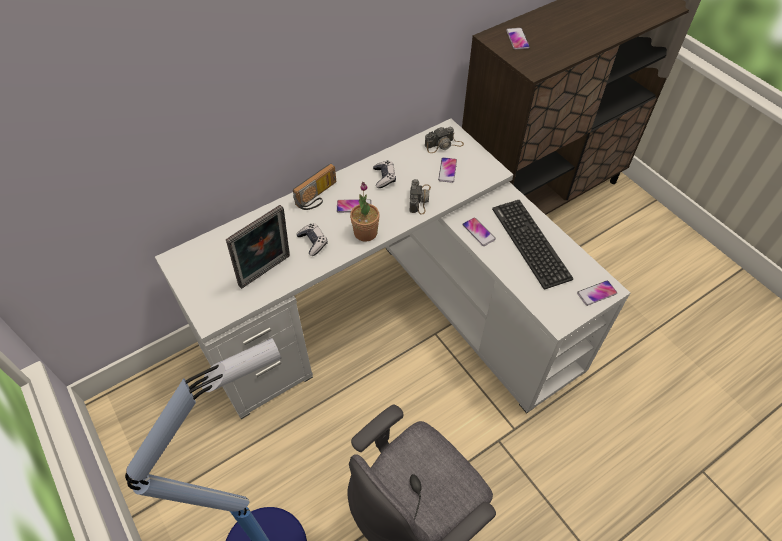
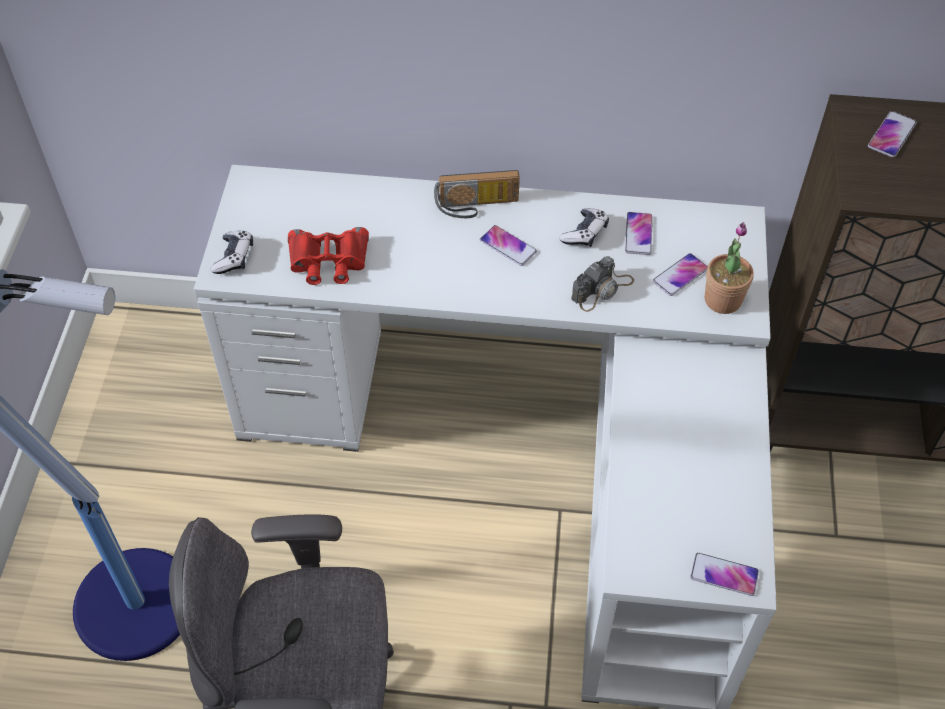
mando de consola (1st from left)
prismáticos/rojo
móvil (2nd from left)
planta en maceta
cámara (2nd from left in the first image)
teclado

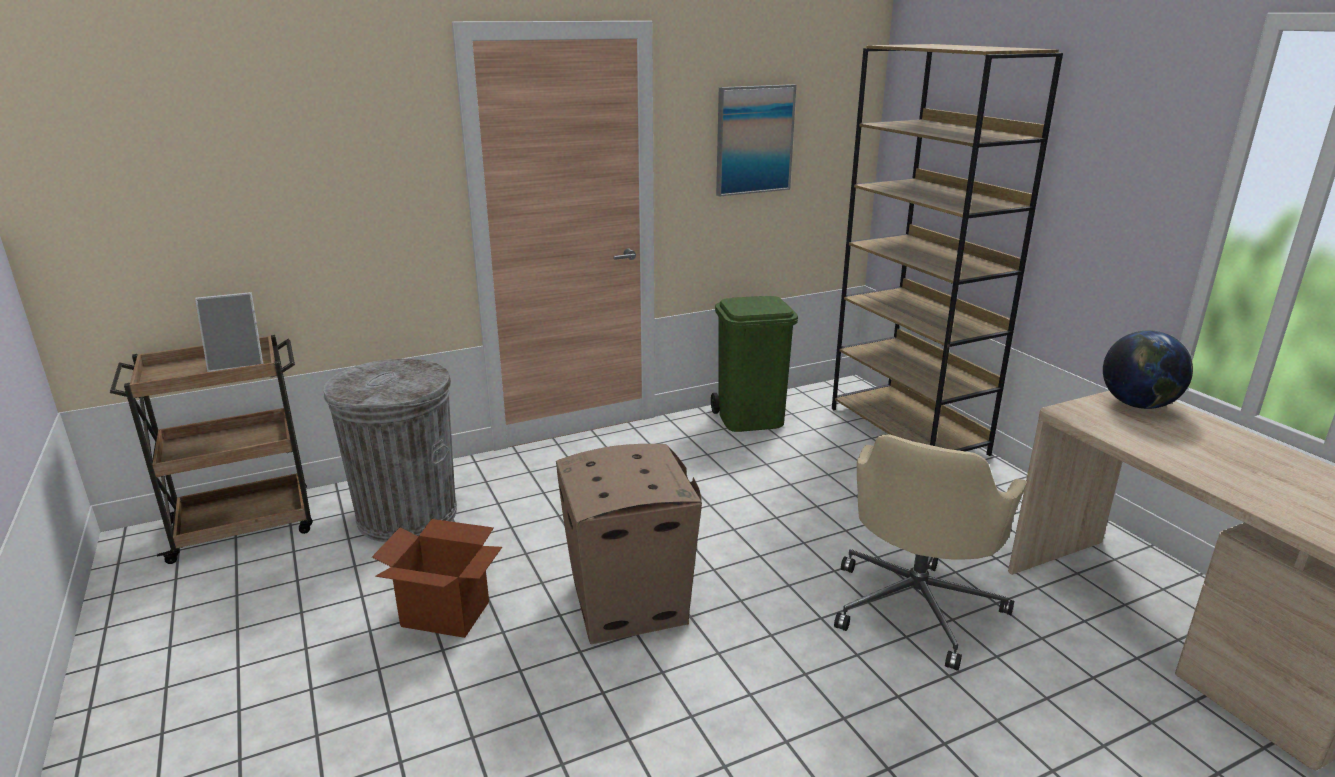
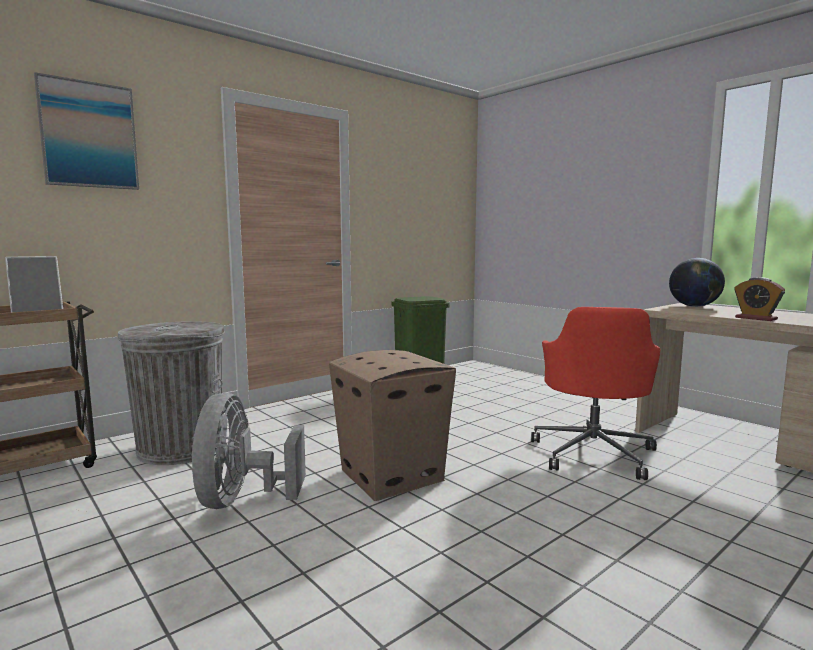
cuadro
ventilador/gris
silla de oficina/rojo
despertador
estantería/marrón

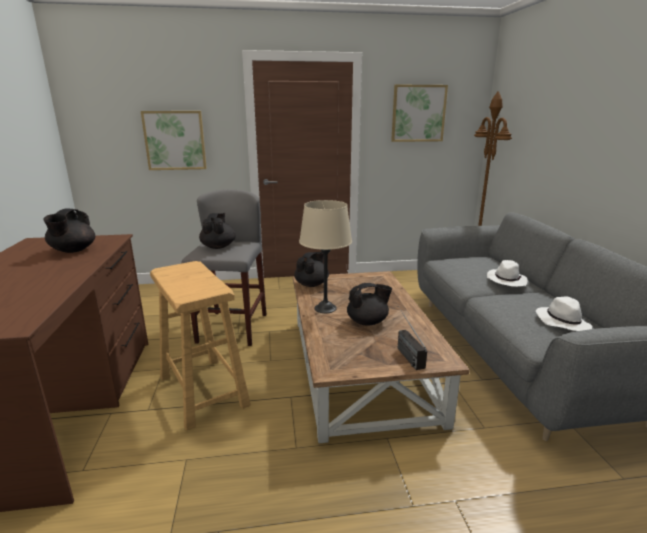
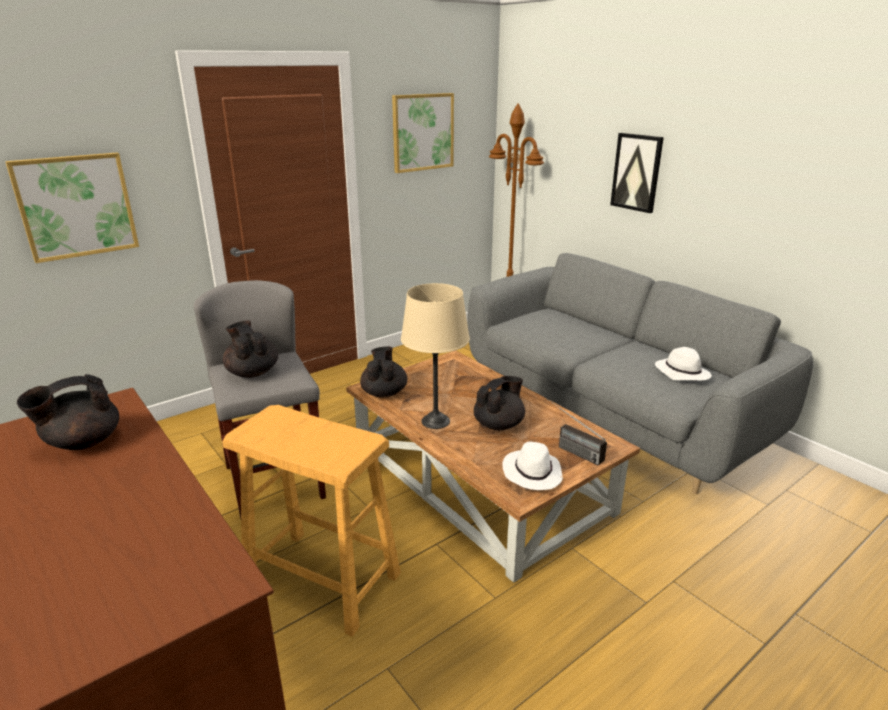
tetera/negro (1st from left)
sombrero/blanco (1st from left)
cuadro (3rd from left)

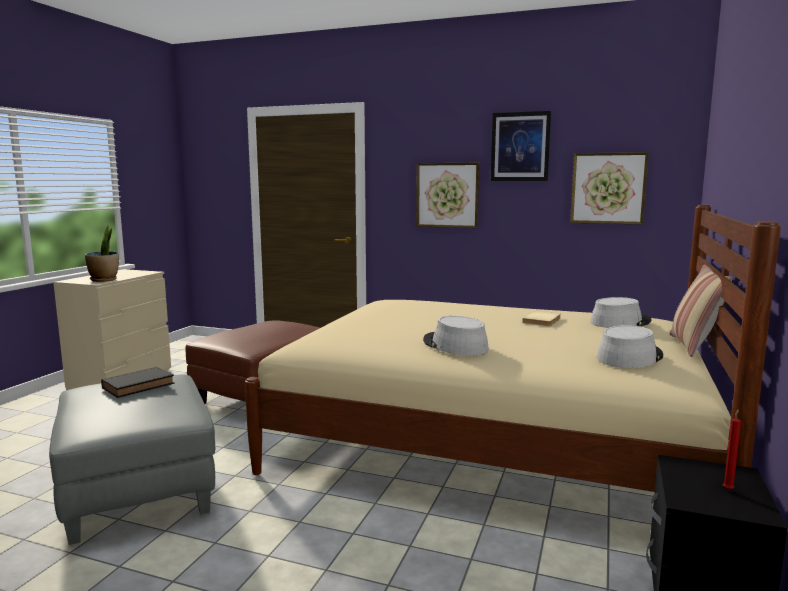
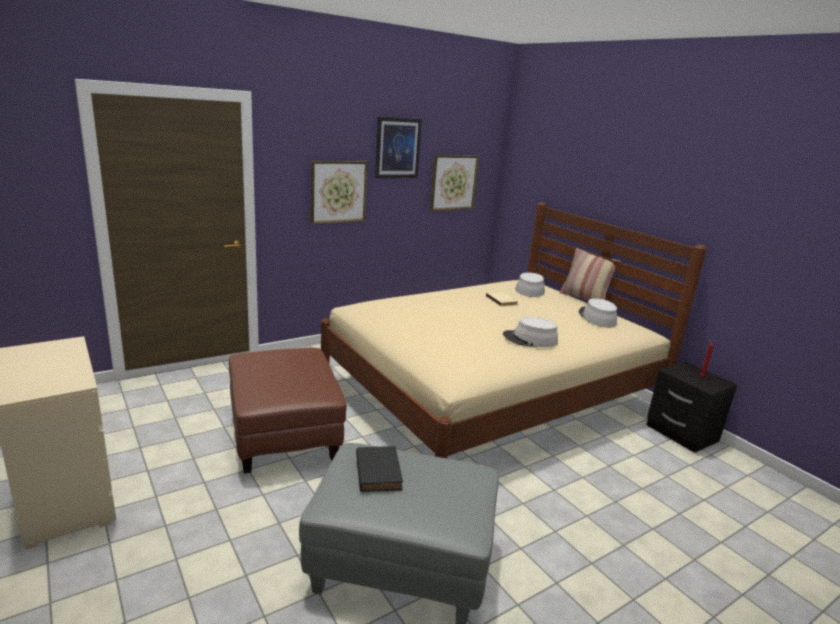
planta en maceta

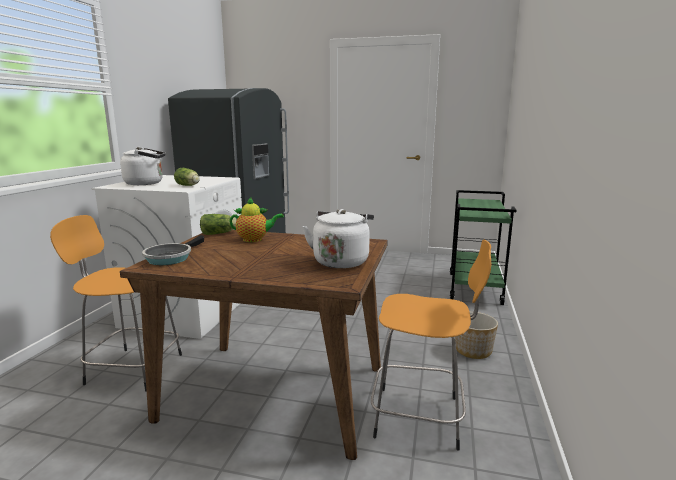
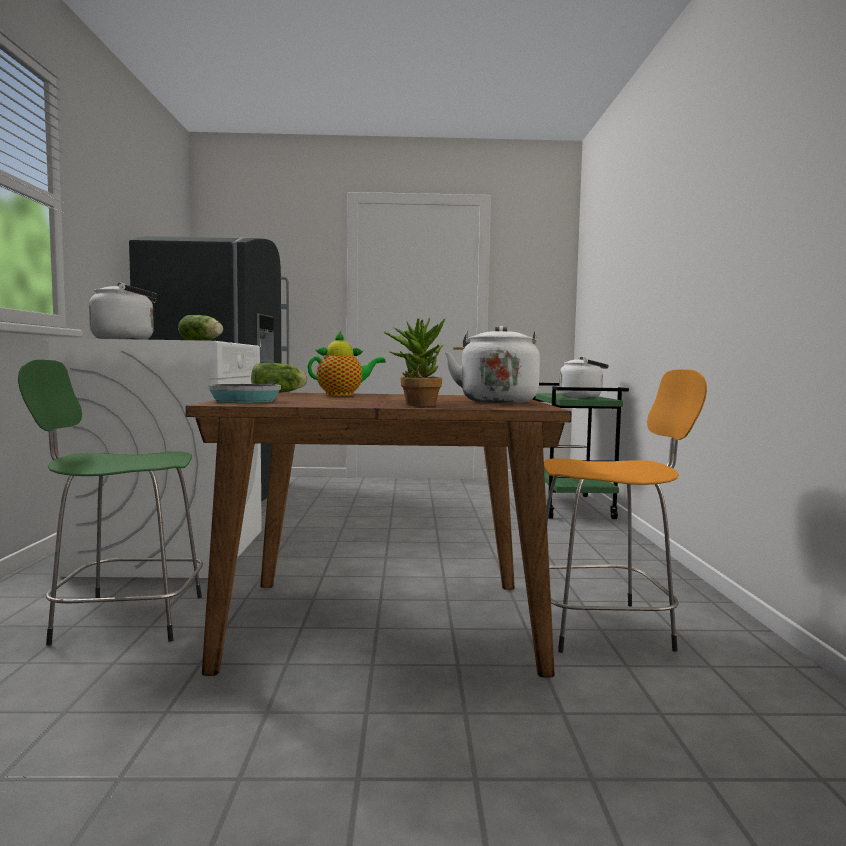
taburete/verde
planta en maceta
hervidor/blanco (3rd from left)
maceta

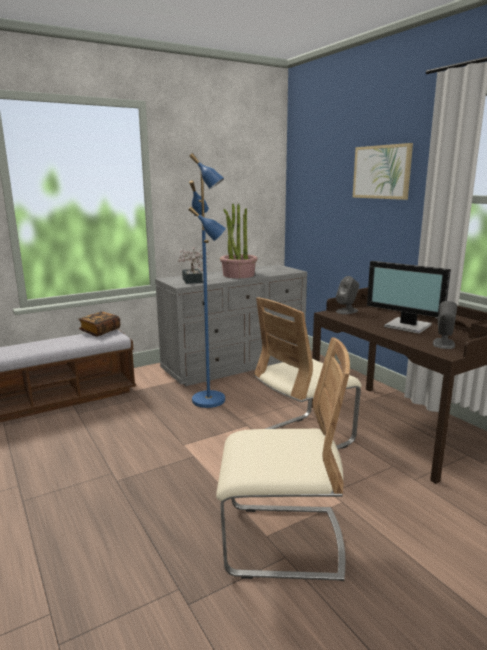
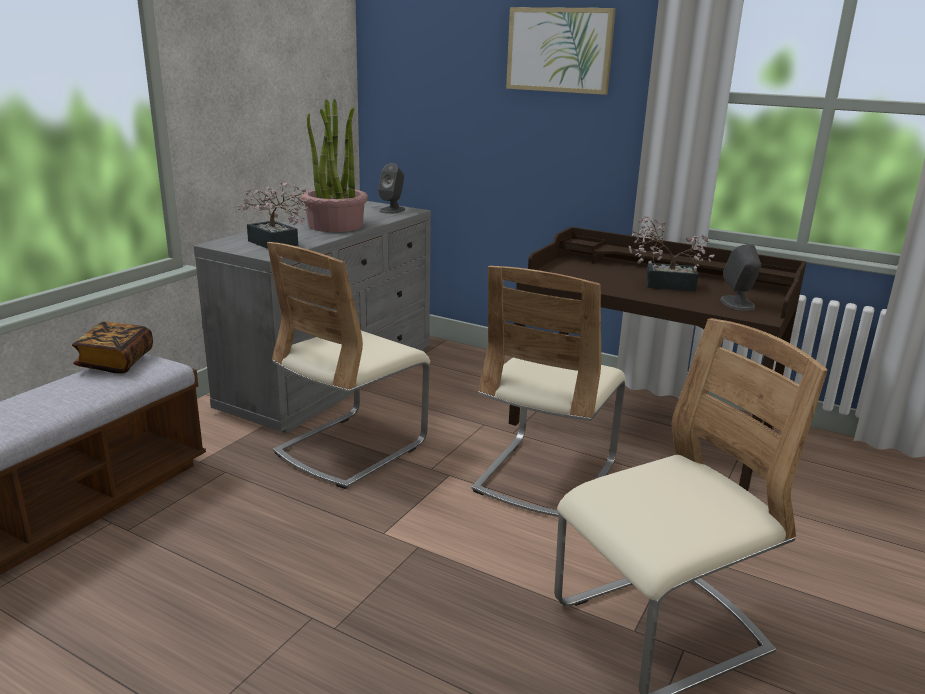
silla/beis (1st from left)
altavoz/gris (1st from left)
planta en maceta (3rd from left)

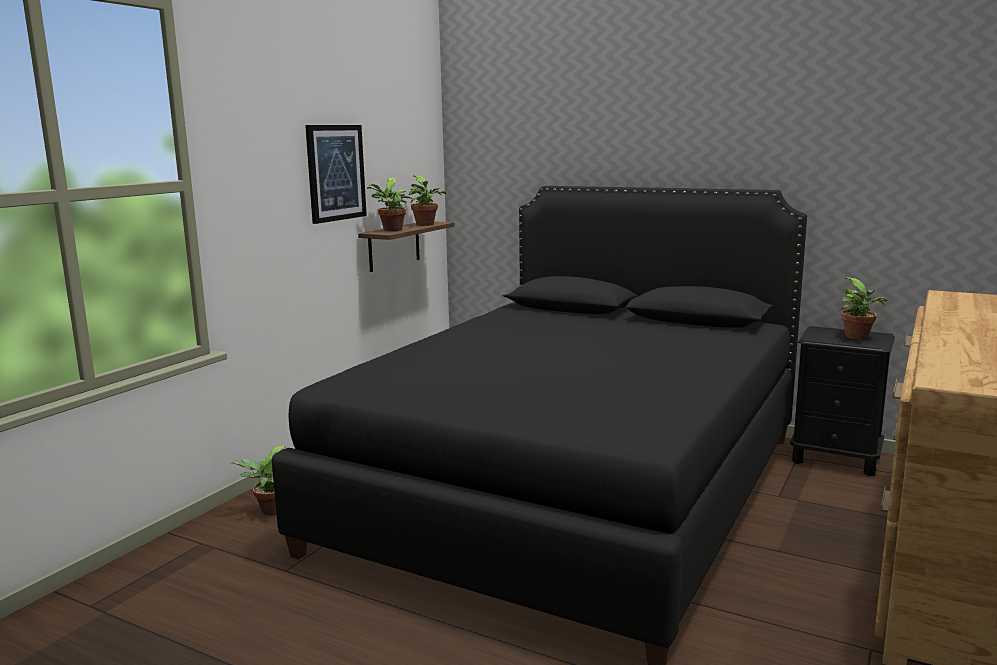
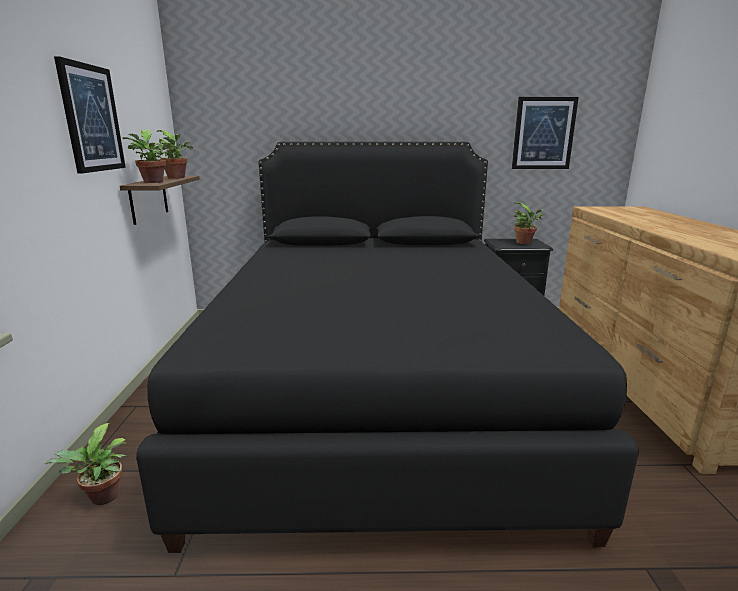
cuadro (2nd from left)

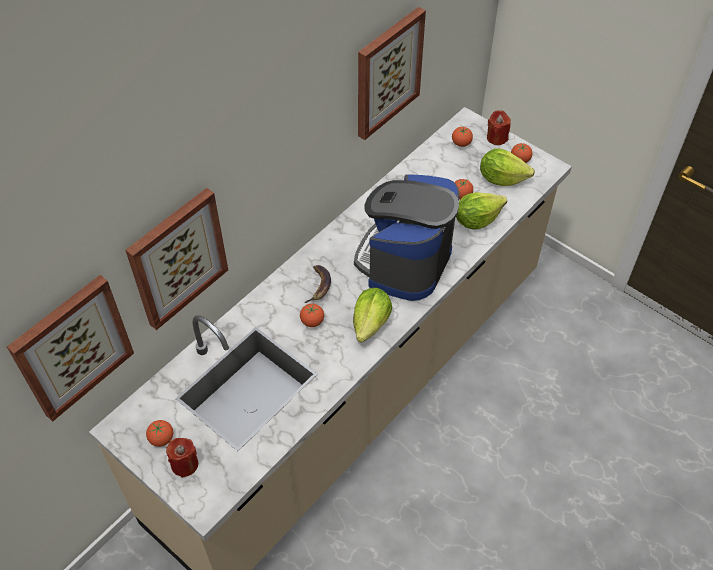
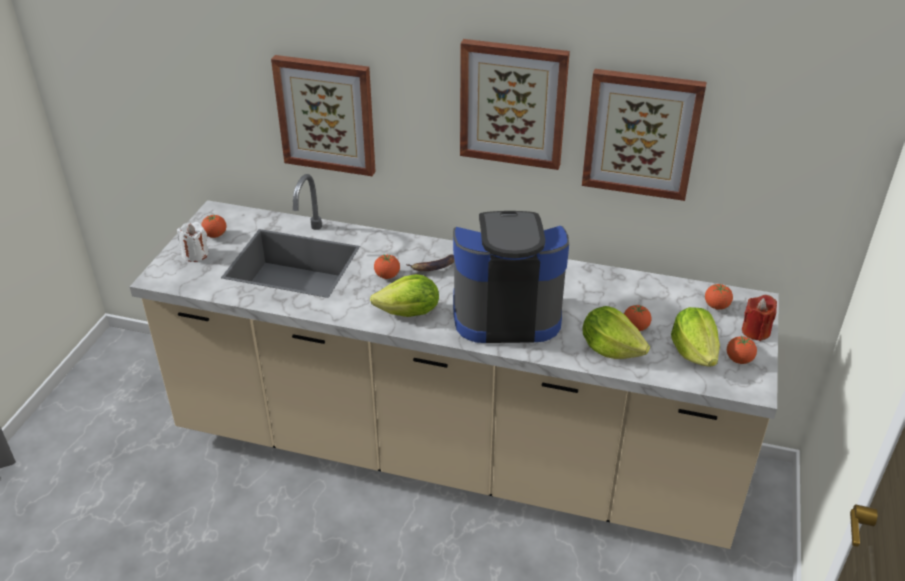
vela/blanco
cuadro (2nd from left)

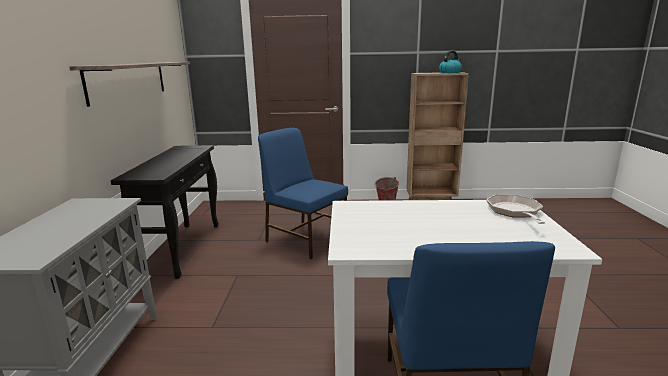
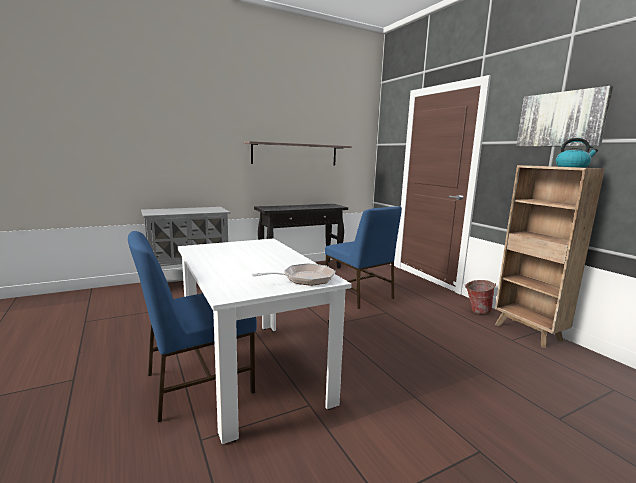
silla/azul (2nd from left)
cuadro

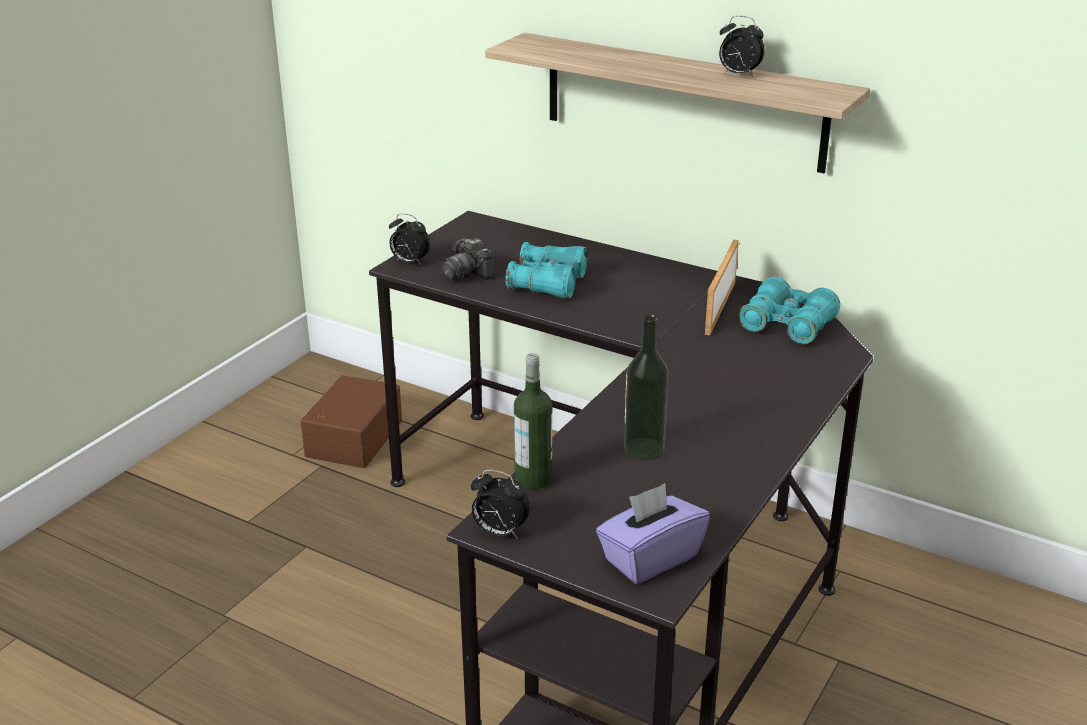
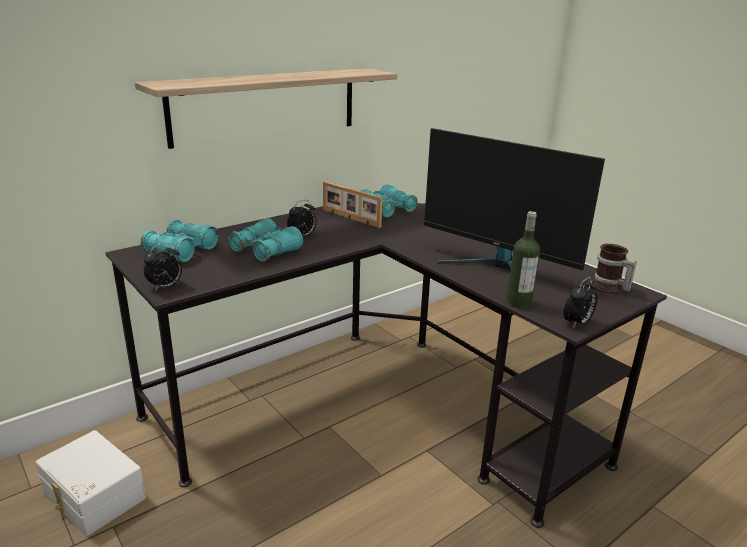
caja de almacenaje/blanco
prismáticos/turquesa (1st from left)
despertador (2nd from left)
monitor
taza grande
cámara

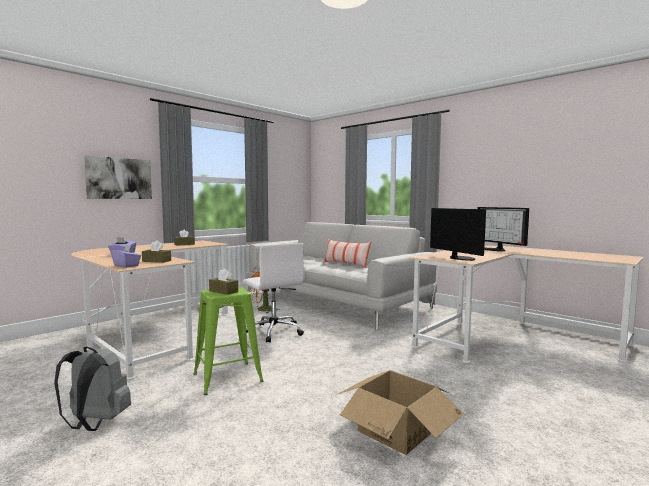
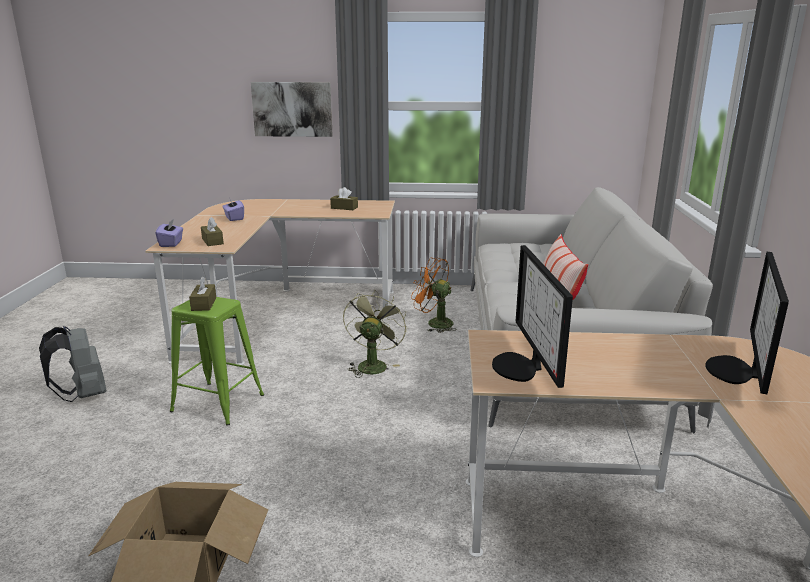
ventilador/verde
monitor (1st from left)

